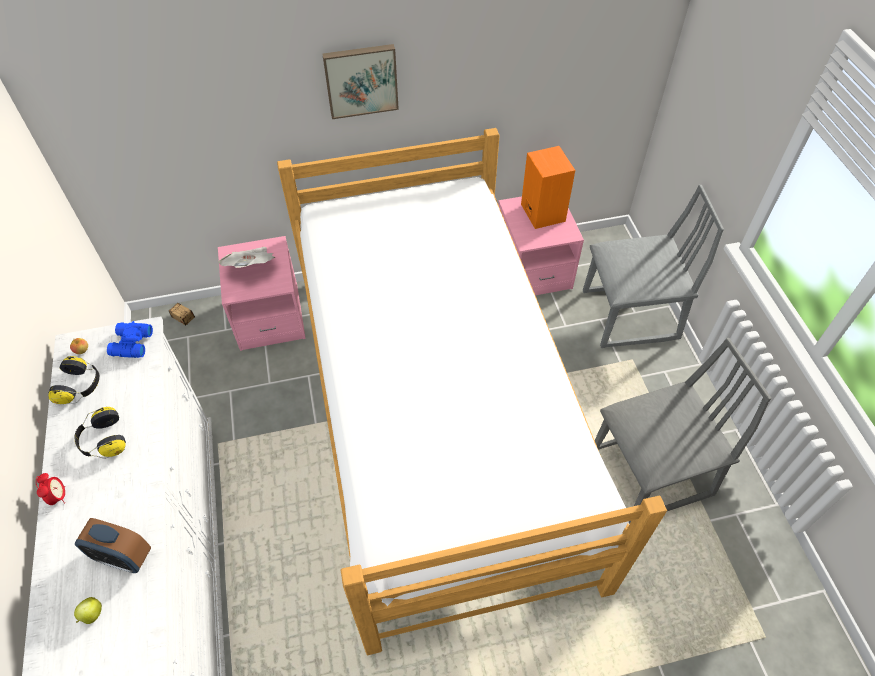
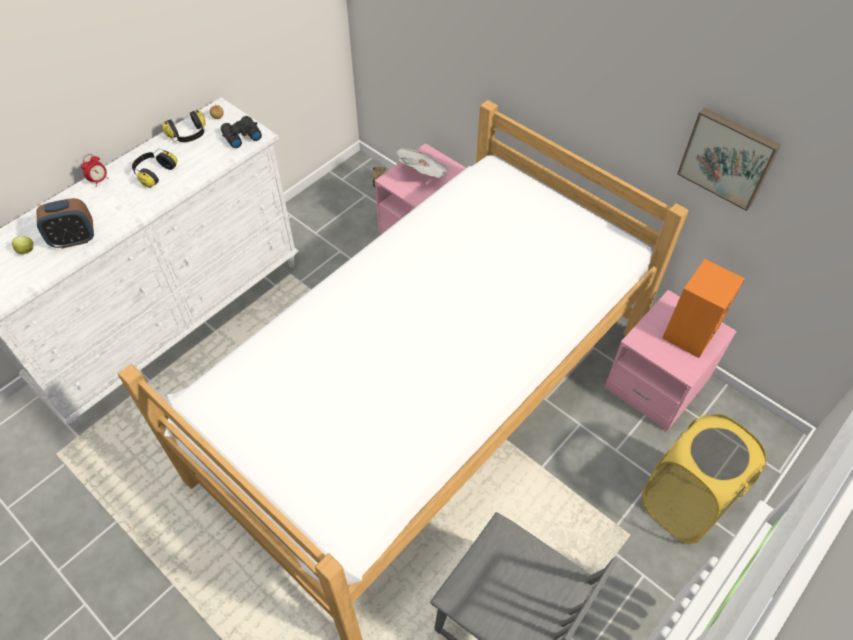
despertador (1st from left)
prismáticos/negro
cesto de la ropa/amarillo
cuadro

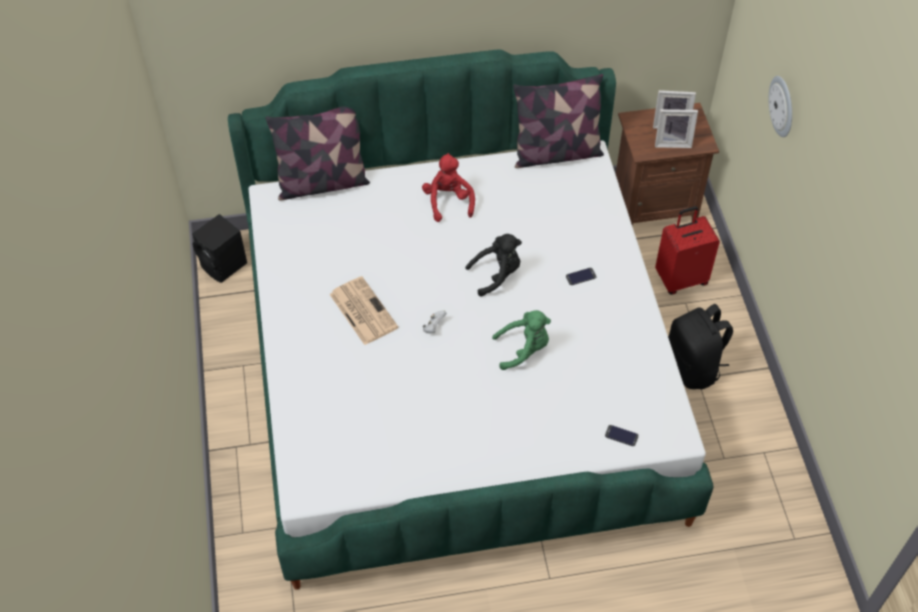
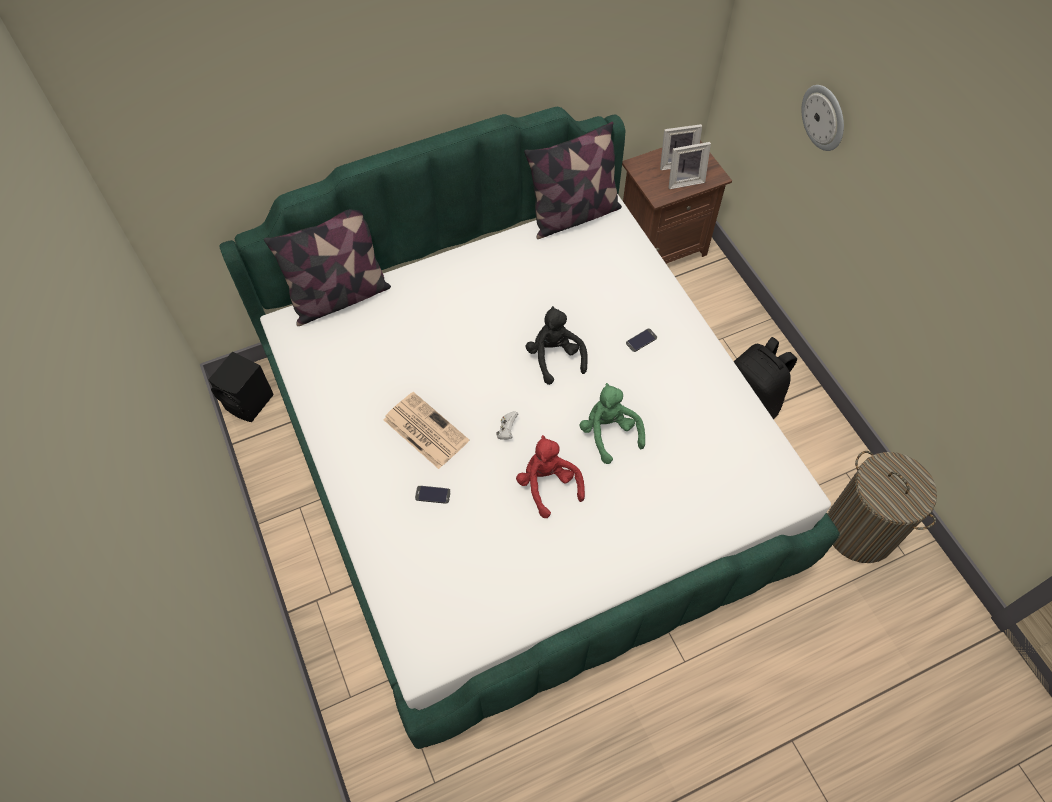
móvil (1st from left)
peluche/rojo
peluche/negro
peluche/verde
cesto de la ropa
maleta/rojo

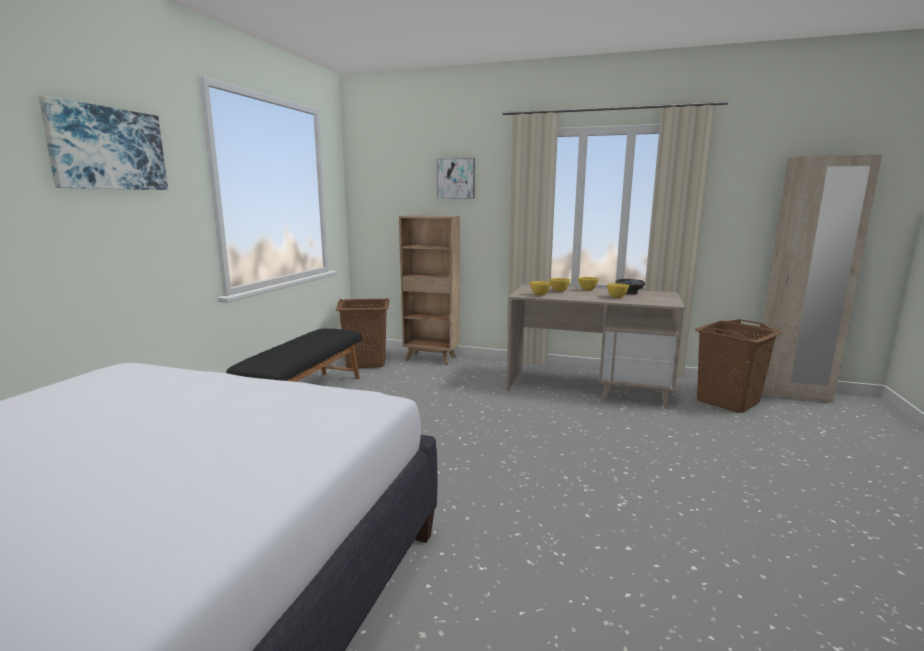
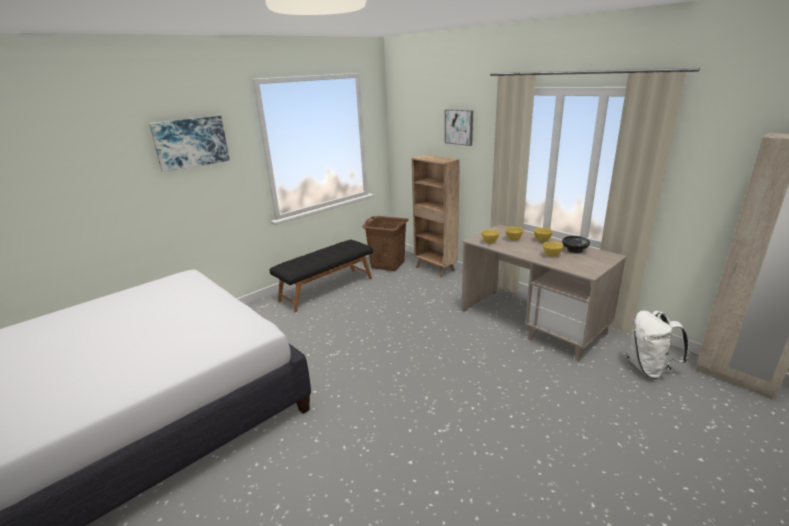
mochila/blanco

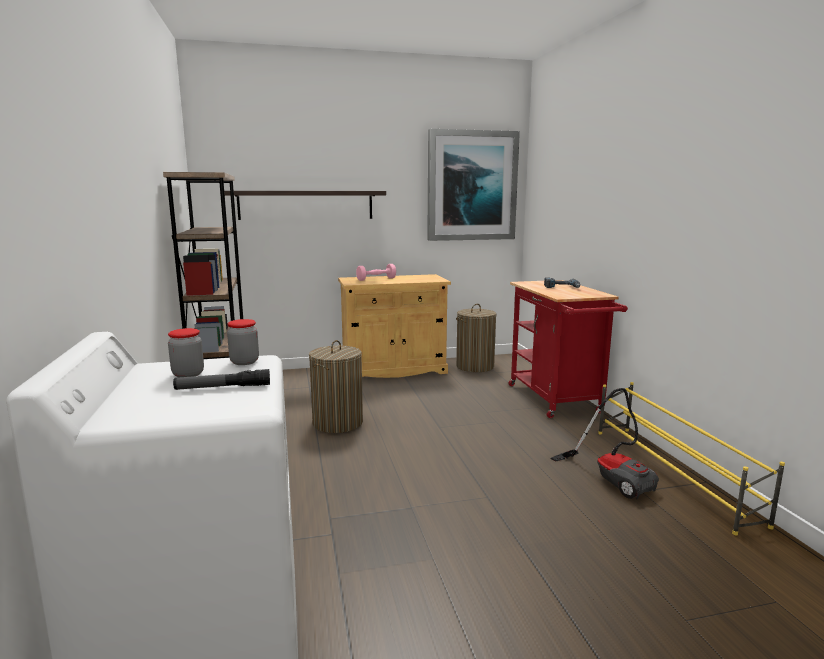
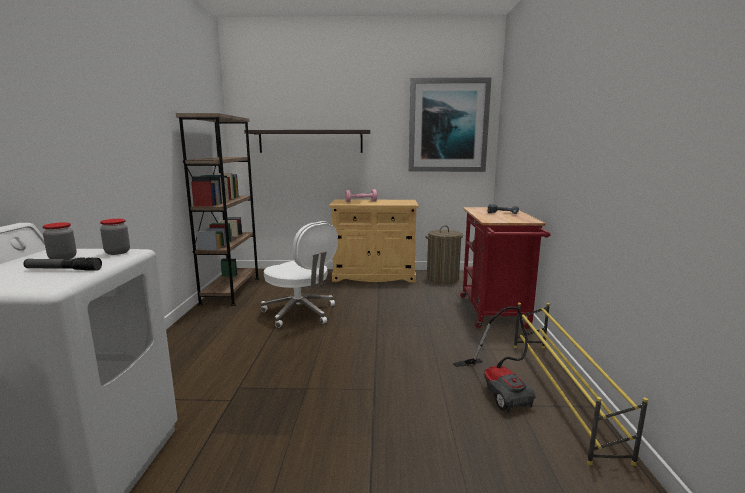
silla de oficina/blanco

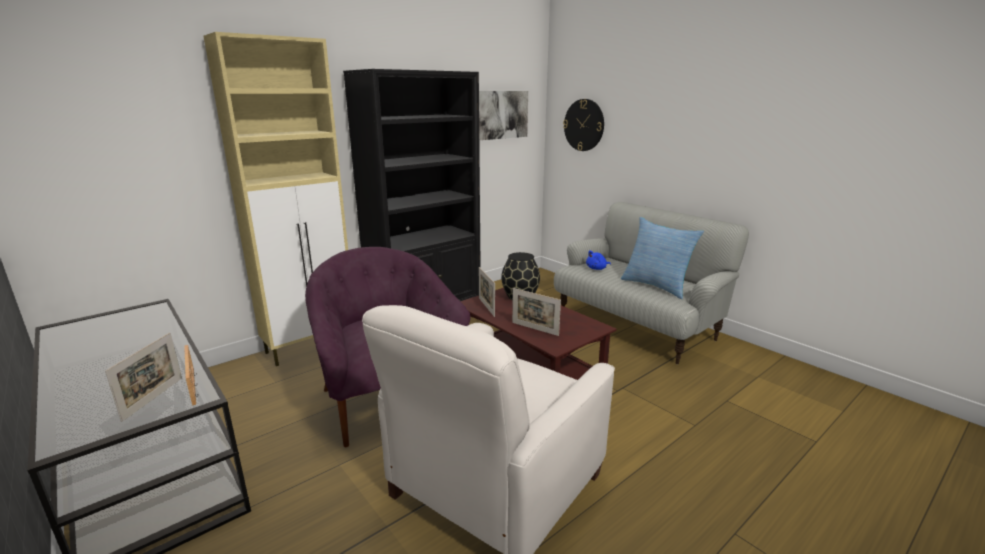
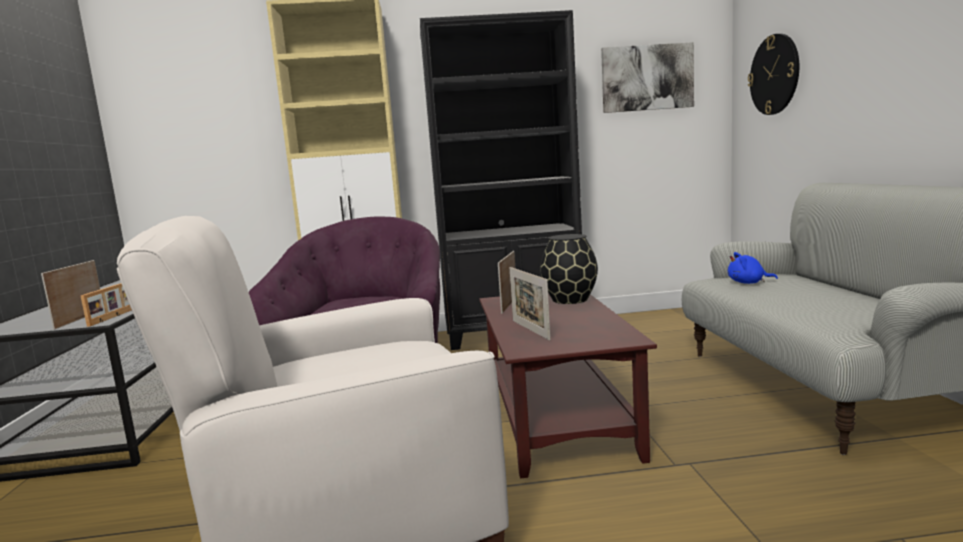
portarretratos (1st from left)
cojín

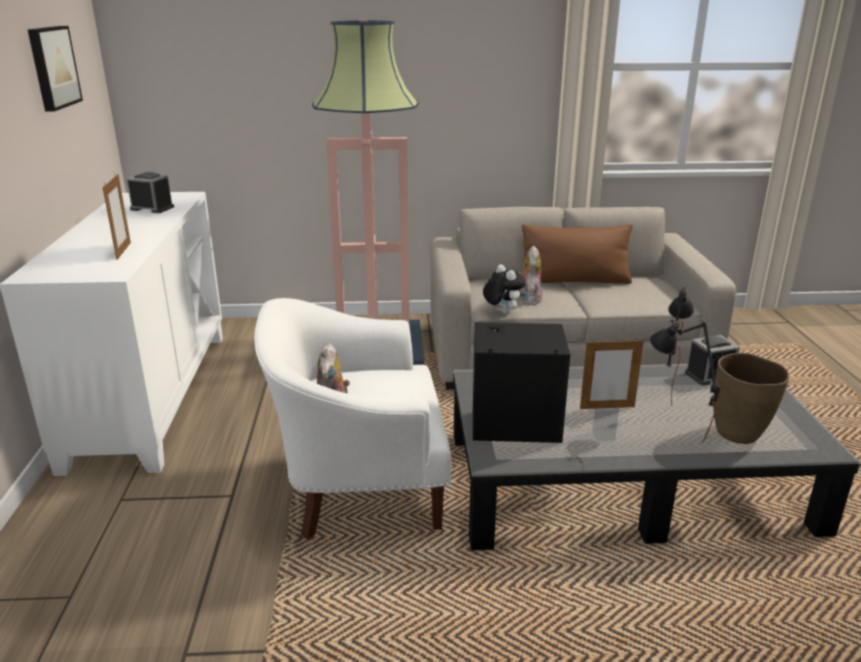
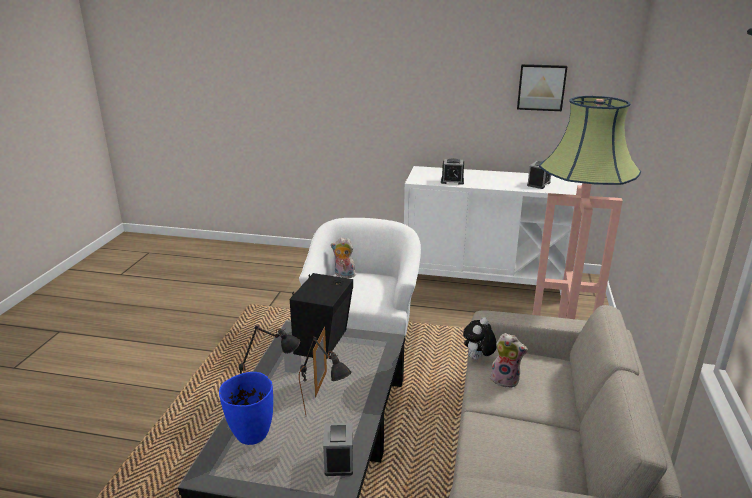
florero/azul
despertador (2nd from left)
peluche (2nd from left)
cojín/marrón

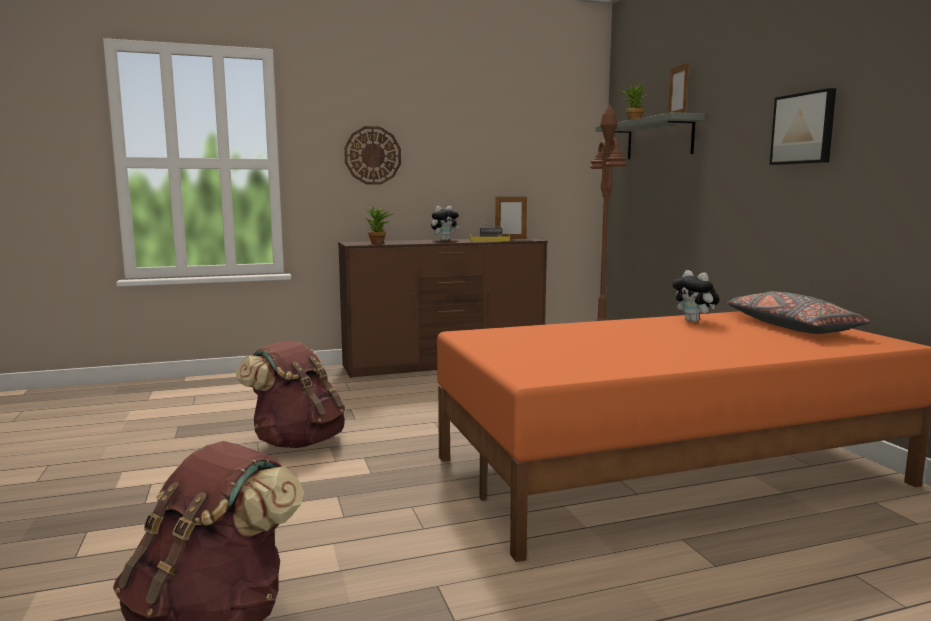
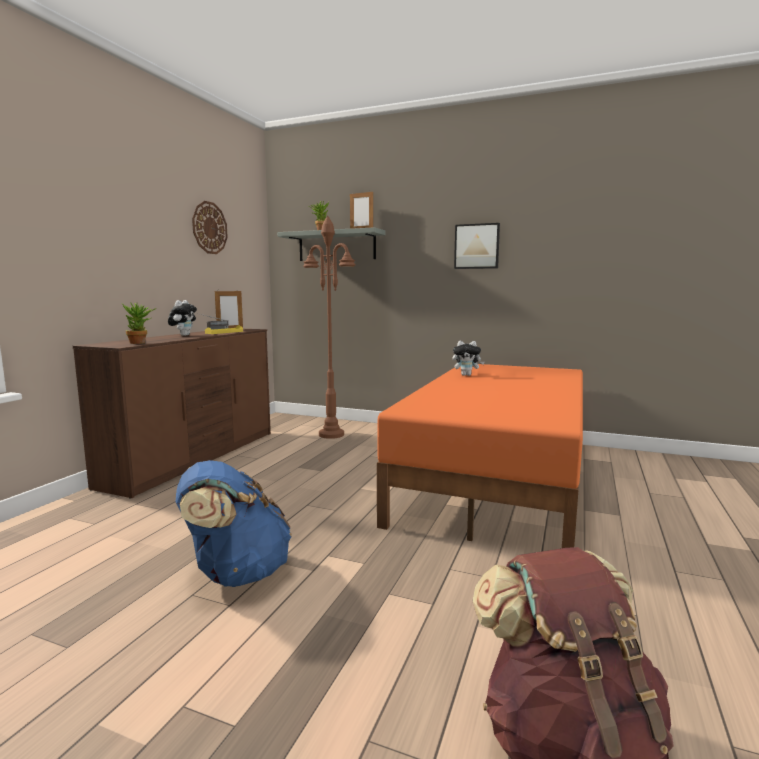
mochila/azul
reloj de pared
cojín/gris

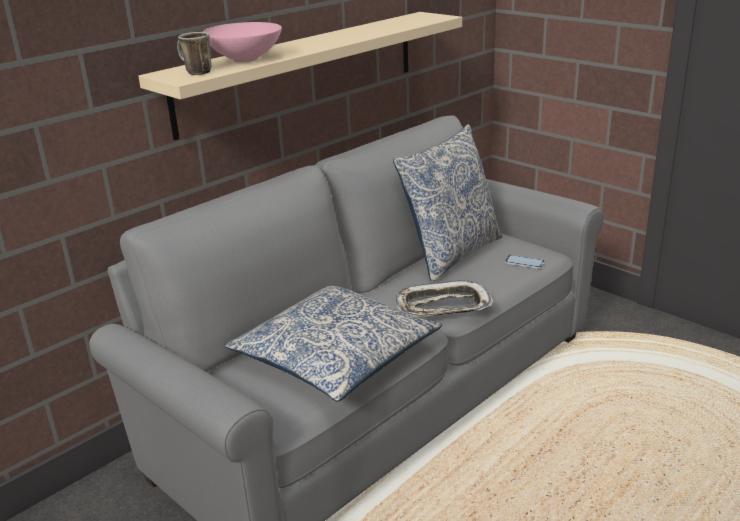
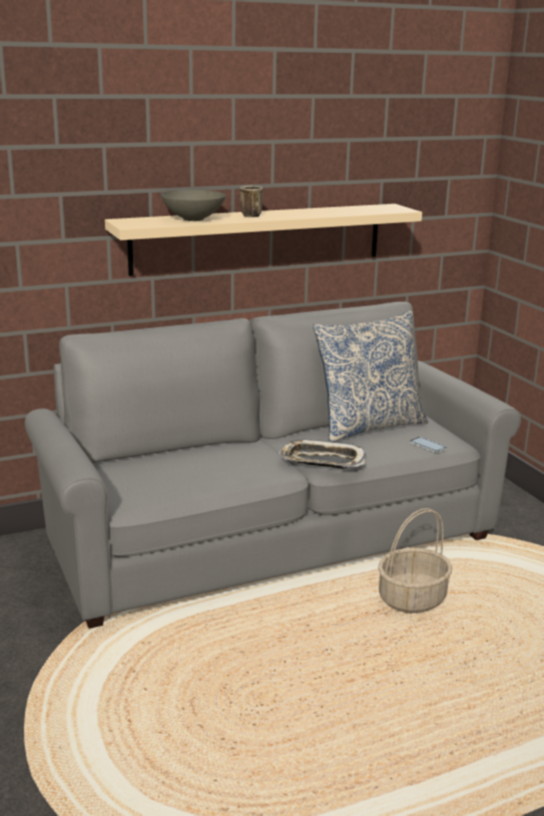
cuenco/gris
taza grande
cesta
cojín (1st from left in the first image)

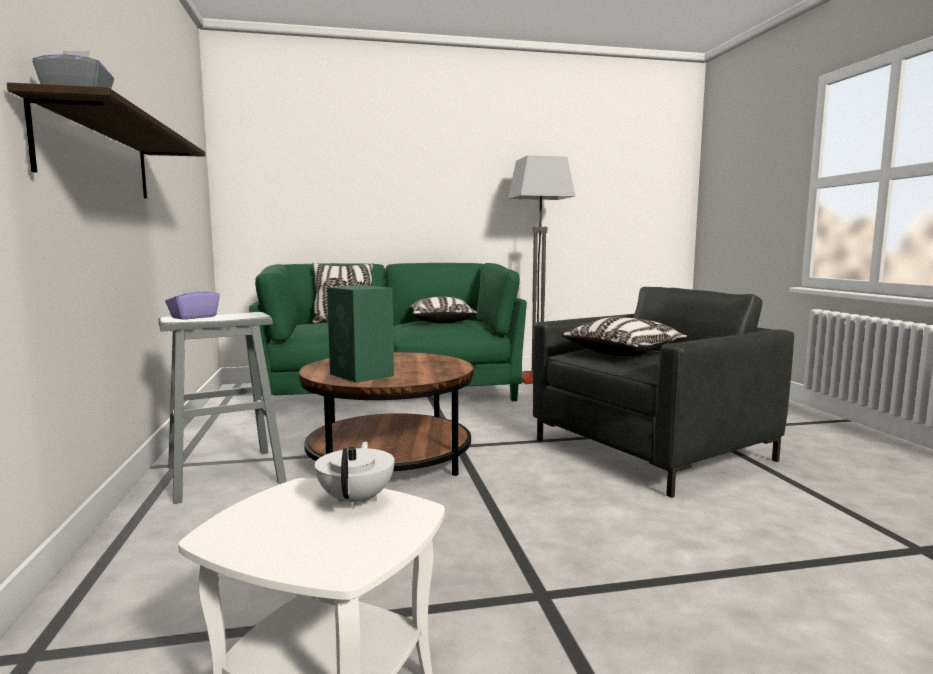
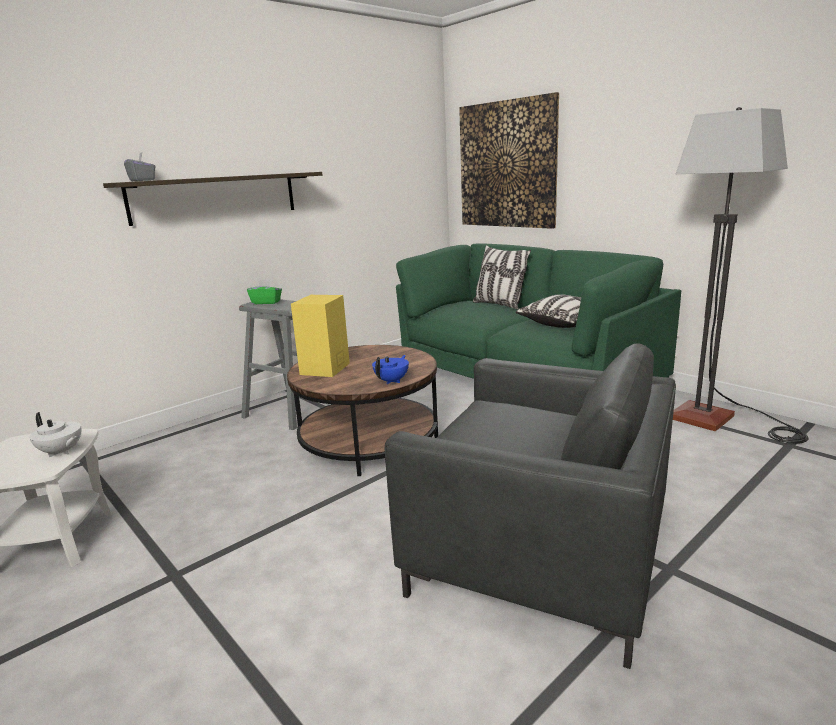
tetera/blanco
caja de pañuelos/verde
altavoz/amarillo
tetera/azul
cuadro
cojín (3rd from left in the first image)

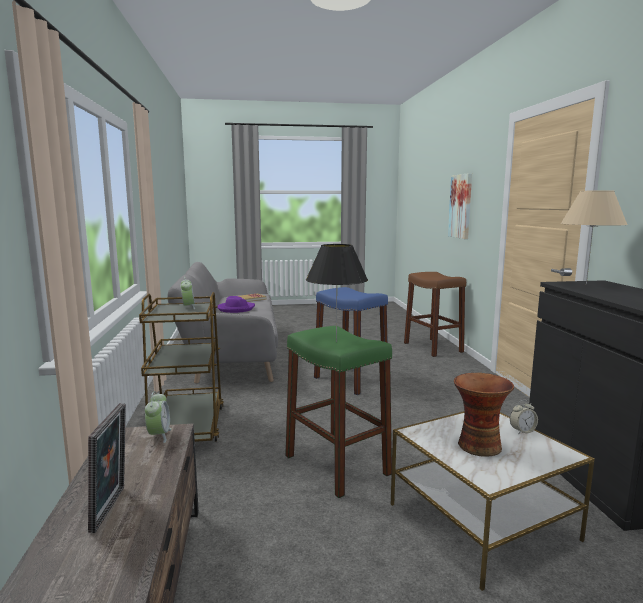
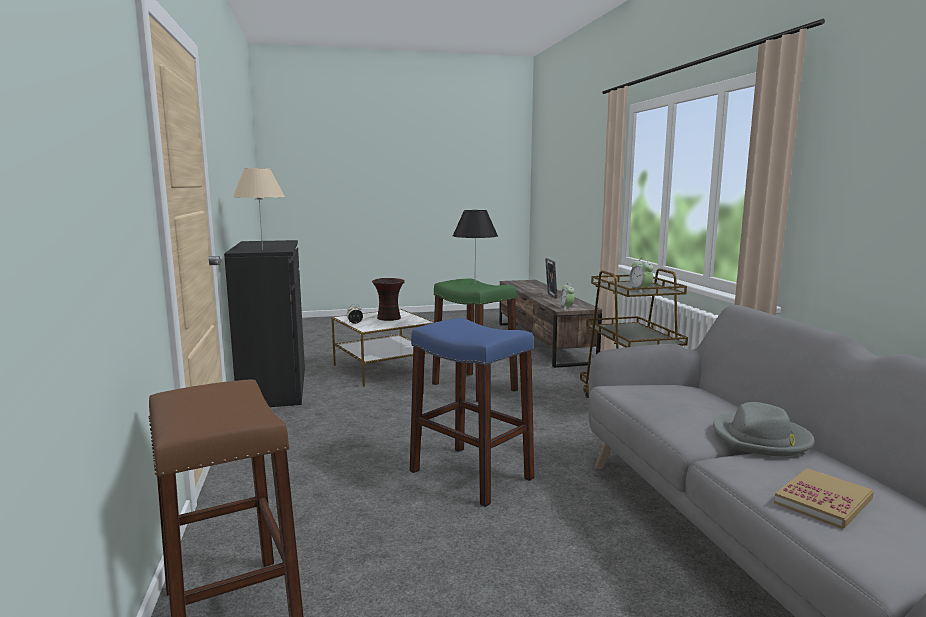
sombrero/gris
cuadro

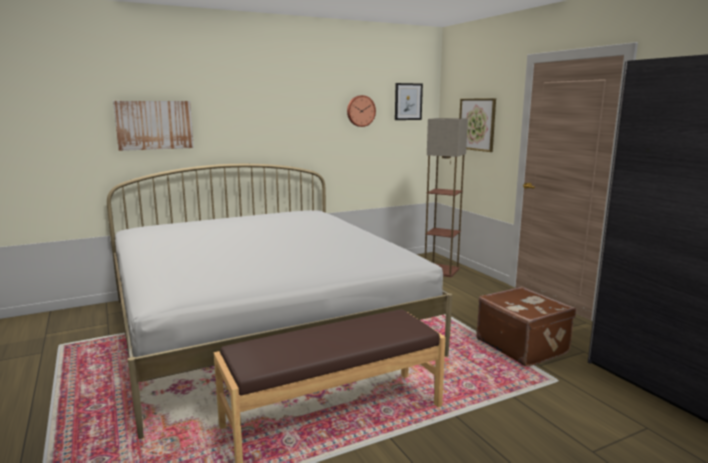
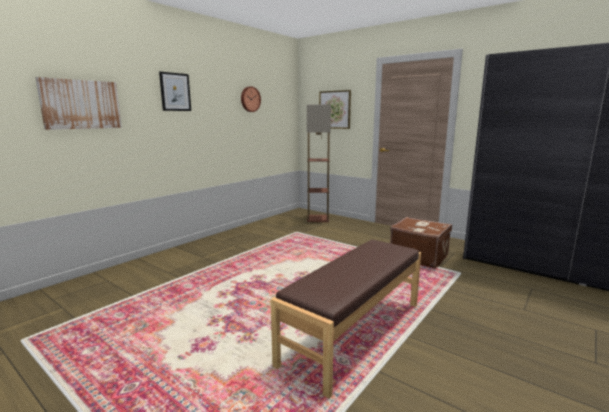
cuadro (2nd from left)
cama/blanco

